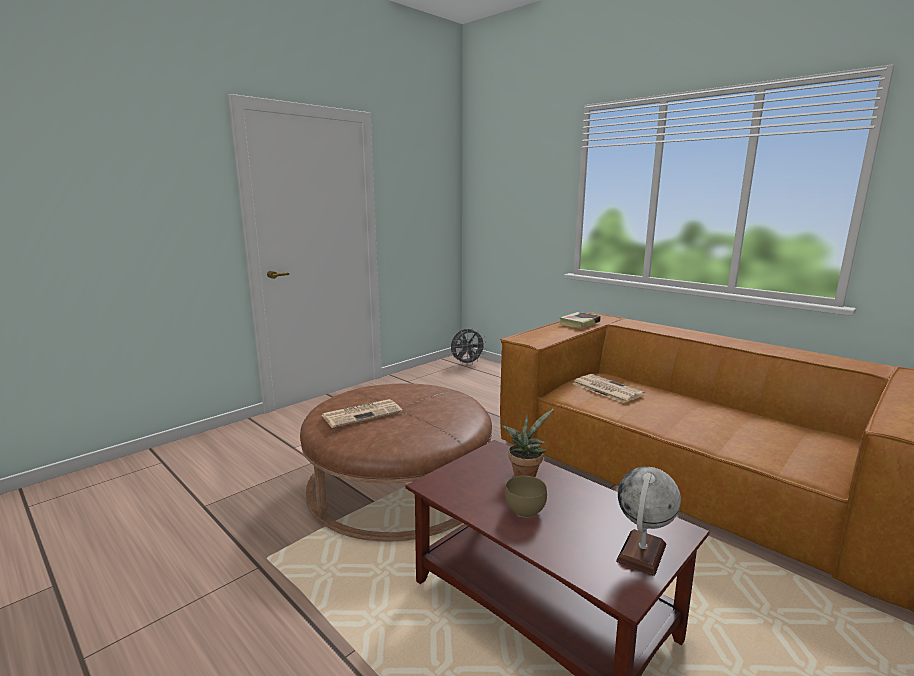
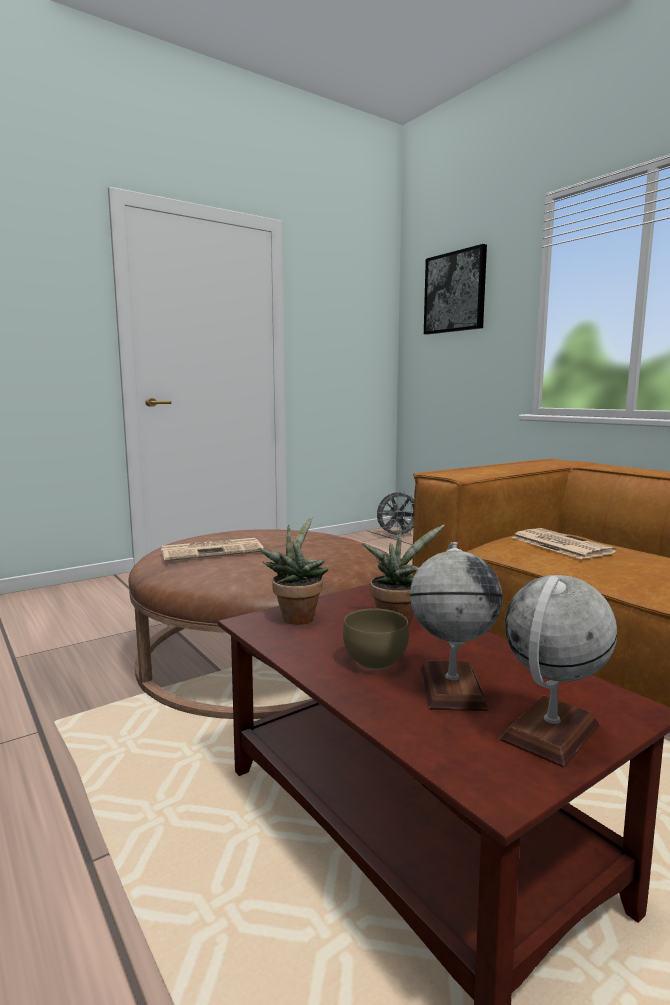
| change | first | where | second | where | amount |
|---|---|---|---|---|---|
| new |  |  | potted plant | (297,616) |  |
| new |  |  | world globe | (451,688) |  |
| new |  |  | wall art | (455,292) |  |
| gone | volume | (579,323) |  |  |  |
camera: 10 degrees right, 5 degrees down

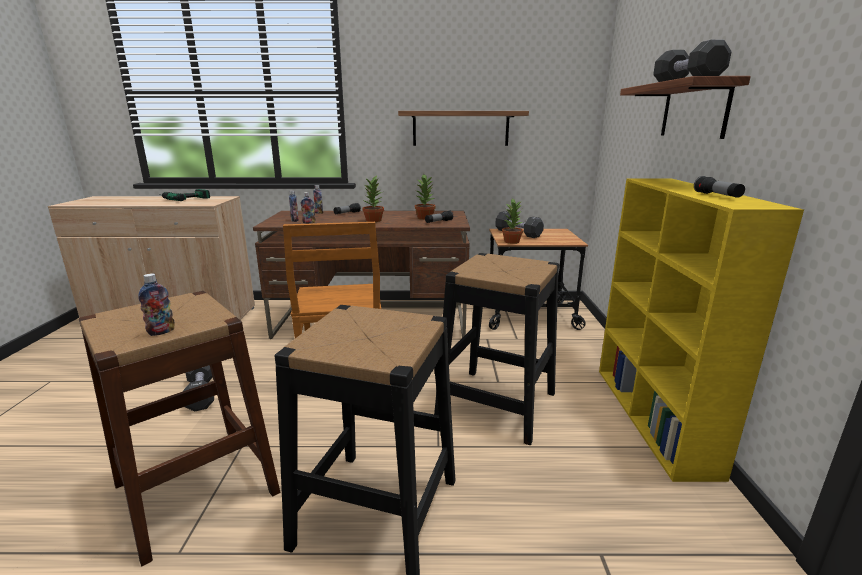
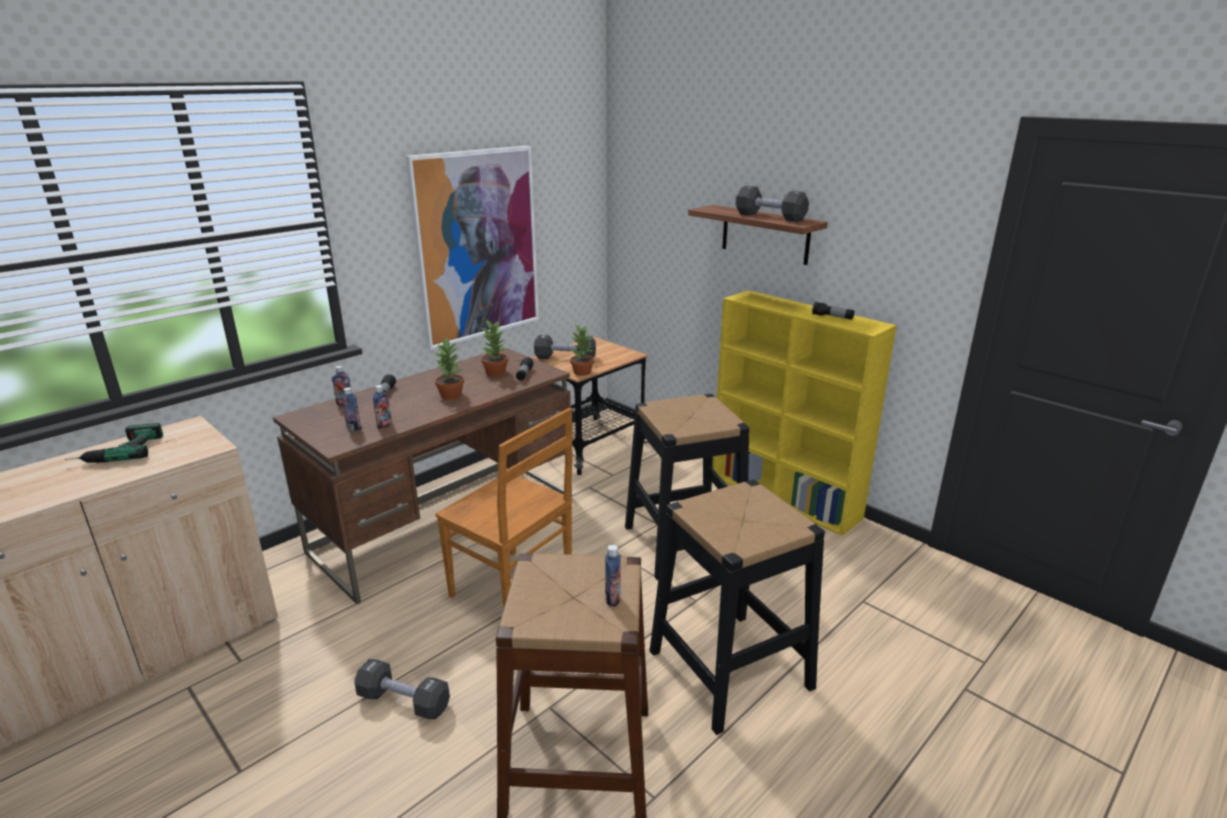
| change | first | where | second | where | amount |
|---|---|---|---|---|---|
| swapped | wall shelf | (460,128) | wall art | (477,246) |  |
camera: 45 degrees left, 5 degrees up

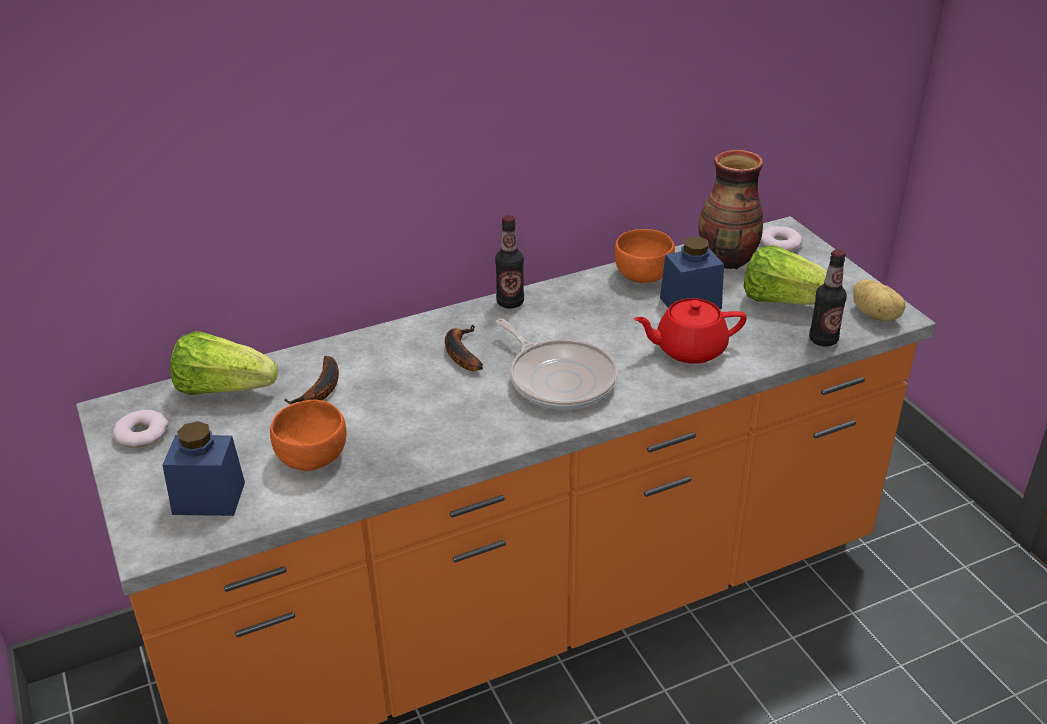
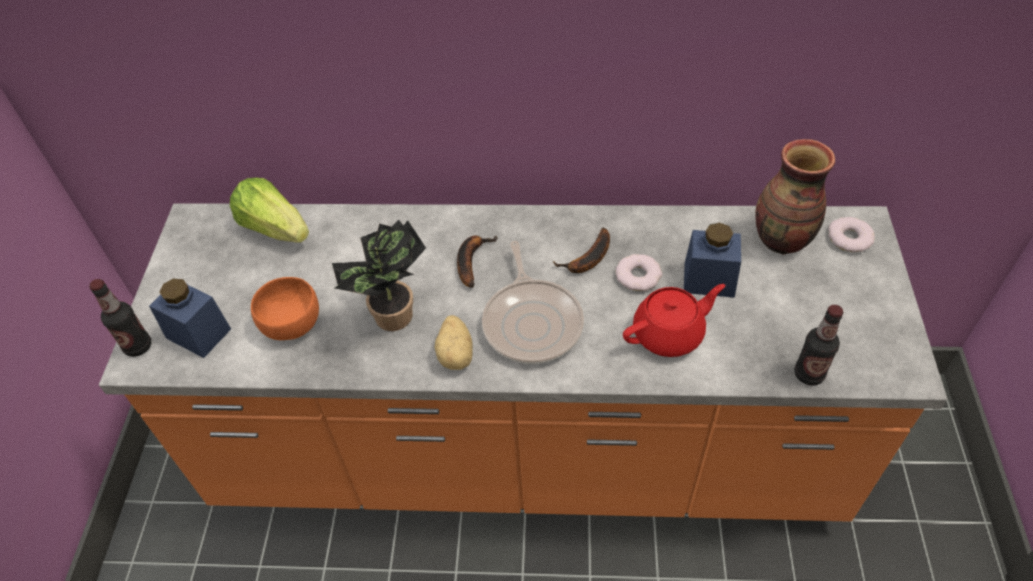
| change | first | where | second | where | amount |
|---|---|---|---|---|---|
| shifted | beverage bottle | (510,302) |  | (138,346) |  |
| new |  |  | potted plant | (393,321) |  |
| shifted | spud | (876,315) |  | (457,354) |  |
| shifted | banana fruit | (321,390) |  | (588,259) |  |
| shifted | ring doughnut | (142,433) |  | (638,276) |  |
| rotated | reddish pot for tea | (689,349) |  | (669,334) | 135 degrees clockwise |
| gone | orangey serving bowl | (643,275) |  |  |  |
| gone | lettuce head | (784,301) |  |  |  |
camera: 30 degrees right, 15 degrees up

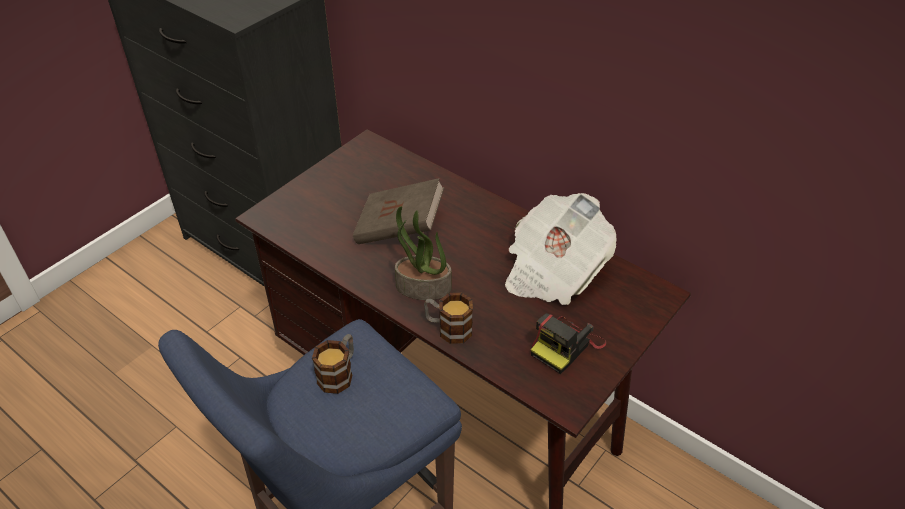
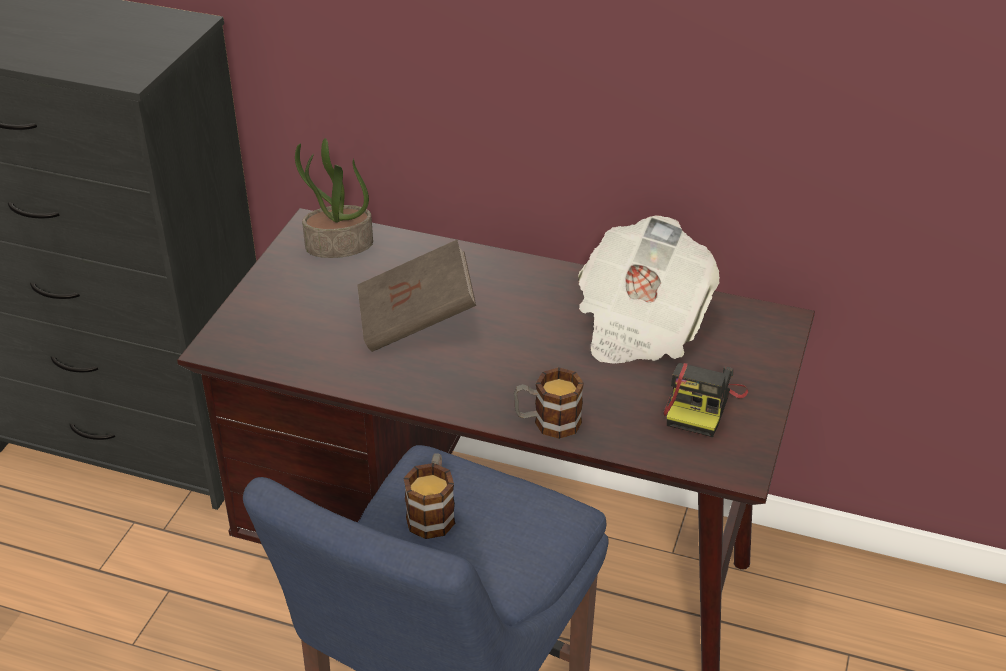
| change | first | where | second | where | amount |
|---|---|---|---|---|---|
| shifted | potted plant | (422,288) |  | (338,246) |  |
camera: 20 degrees left, 5 degrees down

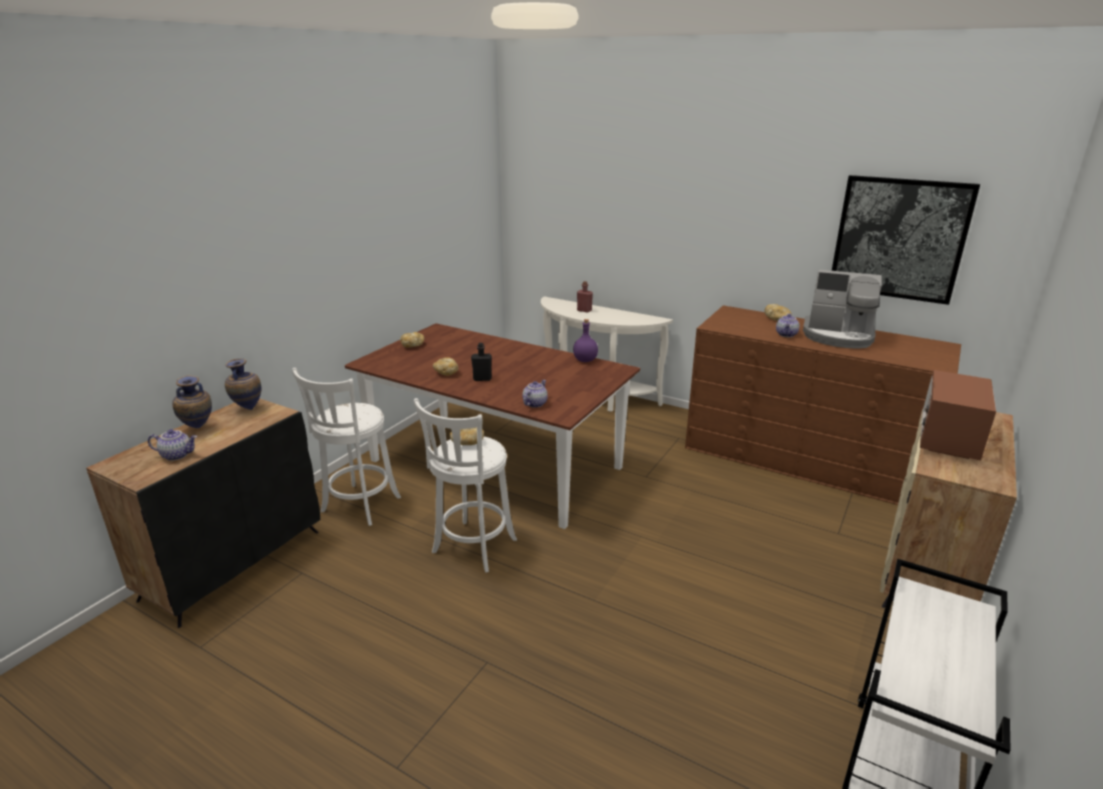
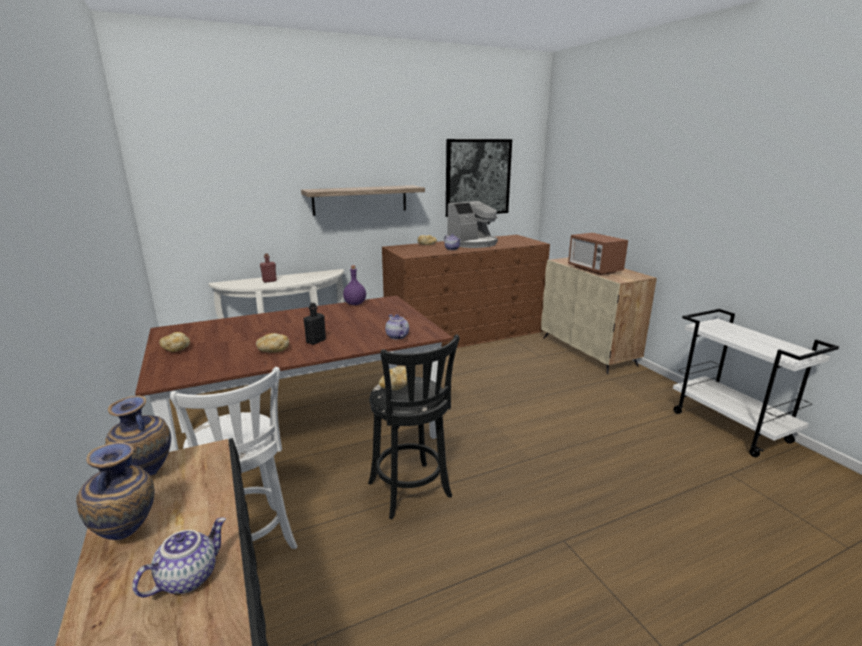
| change | first | where | second | where | amount |
|---|---|---|---|---|---|
| new |  |  | wall shelf | (360,200) |  |
| repainted | white-coloured sitting stool | (472,548) | blackish sitting stool | (411,492) |  |
camera: 55 degrees left, 5 degrees down

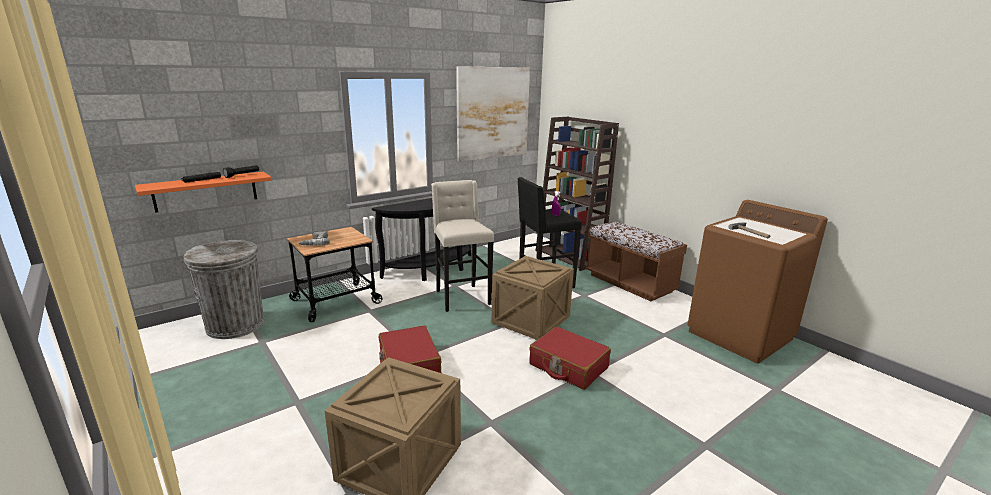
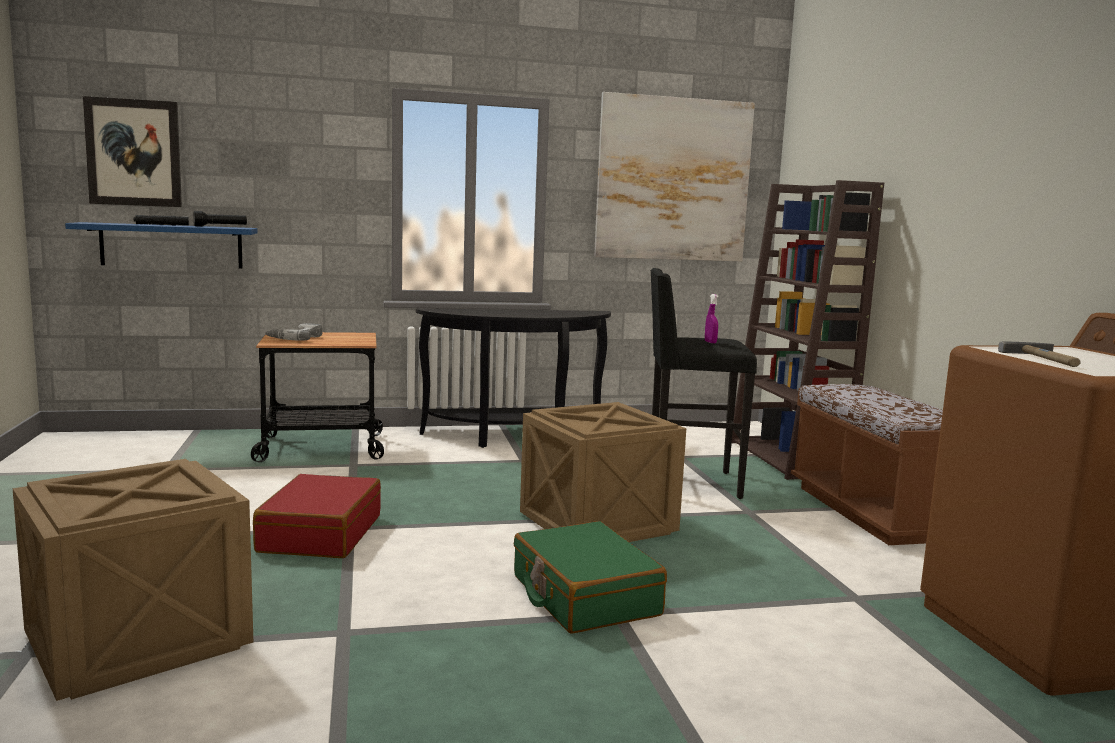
| change | first | where | second | where | amount |
|---|---|---|---|---|---|
| repainted | orangey wall shelf | (206,191) | blue-coloured wall shelf | (172,246) |  |
| new |  |  | wall art | (134,153) |  |
| repainted | reddish travel case | (568,366) | green travel case | (584,596) |  |
| gone | grey trash can | (235,325) |  |  |  |
| gone | sand-coloured sitting stool | (461,297) |  |  |  |
camera: 25 degrees right, 10 degrees down

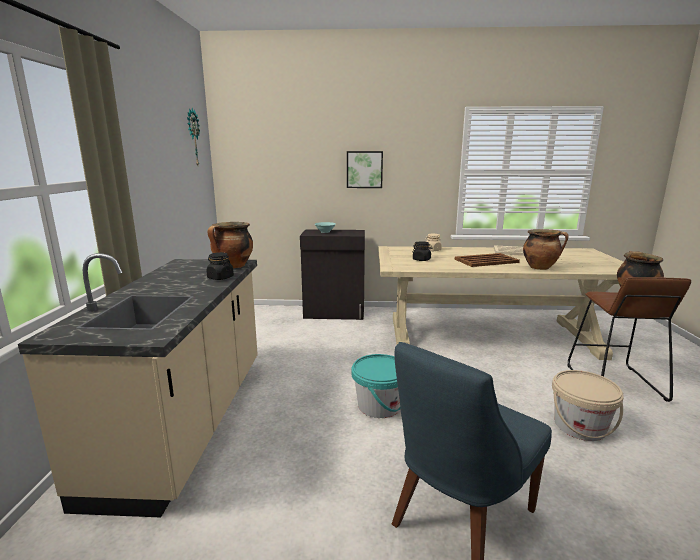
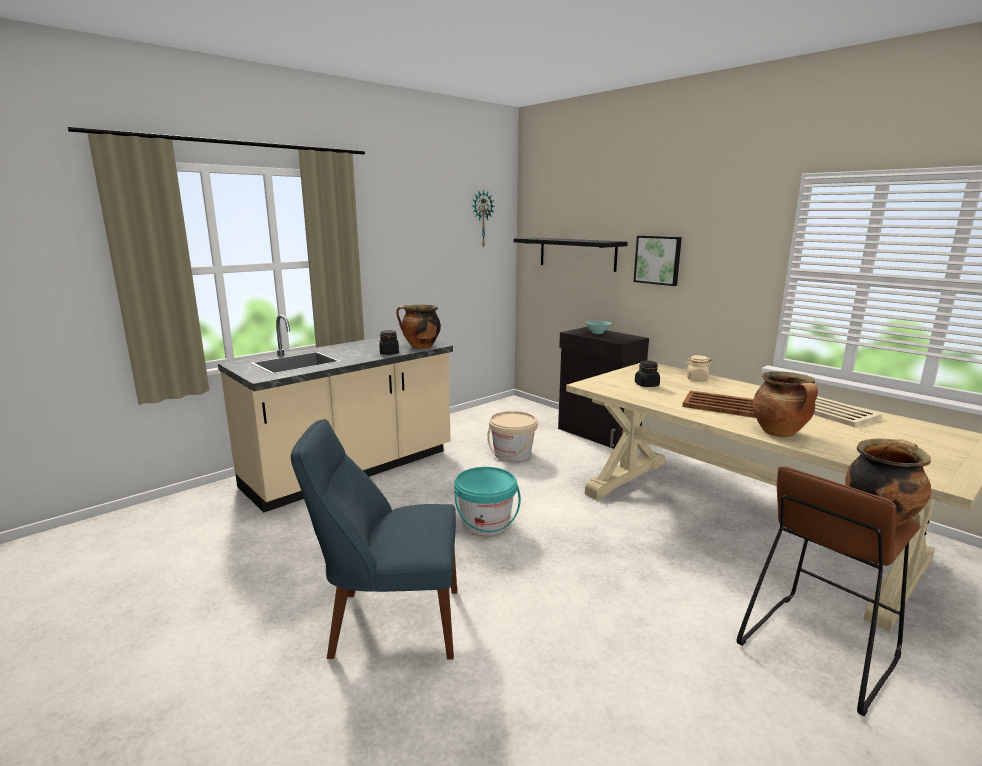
| change | first | where | second | where | amount |
|---|---|---|---|---|---|
| shifted | sand-coloured pail | (579,426) |  | (512,454) |  |
| new |  |  | blackish wall shelf | (577,253) |  |
camera: 45 degrees right, 0 degrees up

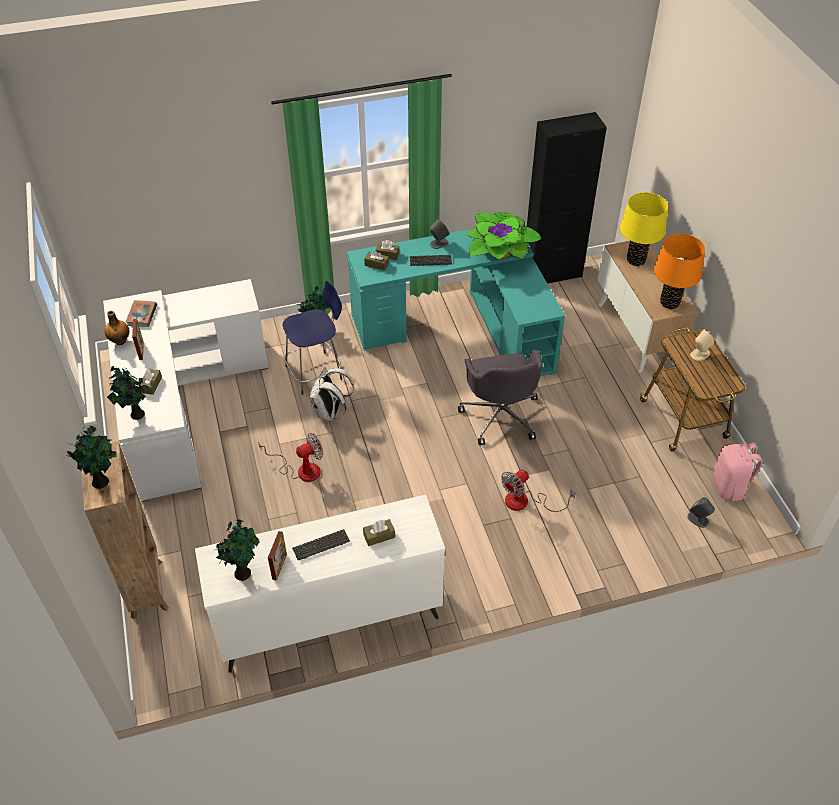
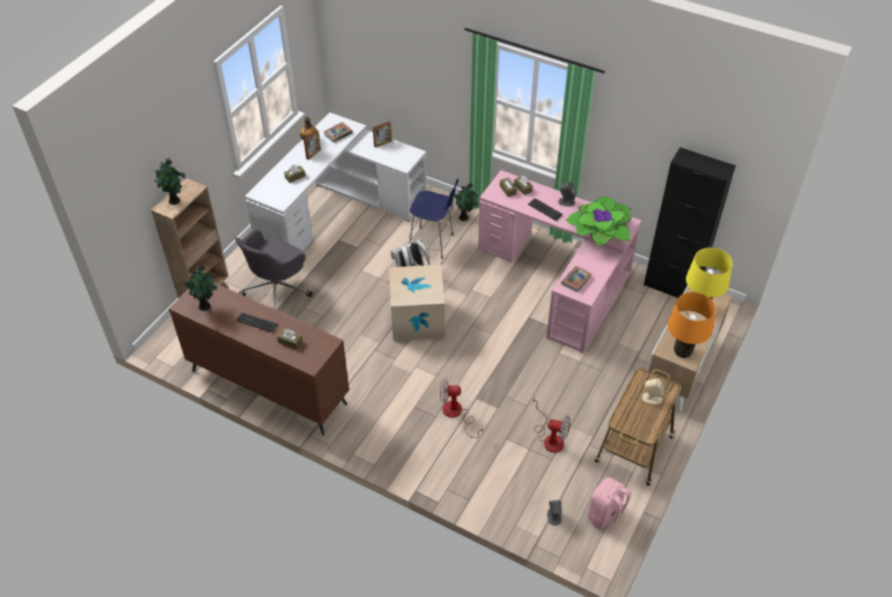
| change | first | where | second | where | amount |
|---|---|---|---|---|---|
| repainted | white-coloured drawer chest | (328,619) | brown drawer chest | (268,386) |  |
| shifted | grey office chair | (500,415) |  | (277,289) |  |
| shifted | picture frame | (279,566) |  | (382,143) |  |
| new |  |  | carton | (417,319) |  |
| repainted | blue-green desk unit | (463,326) | pink desk unit | (561,278) |  |
| shifted | fan | (301,470) |  | (550,437) |  |
| new |  |  | volume | (576,280) |  |
| gone | potted plant | (136,414) |  |  |  |
camera: 45 degrees right, 0 degrees up

